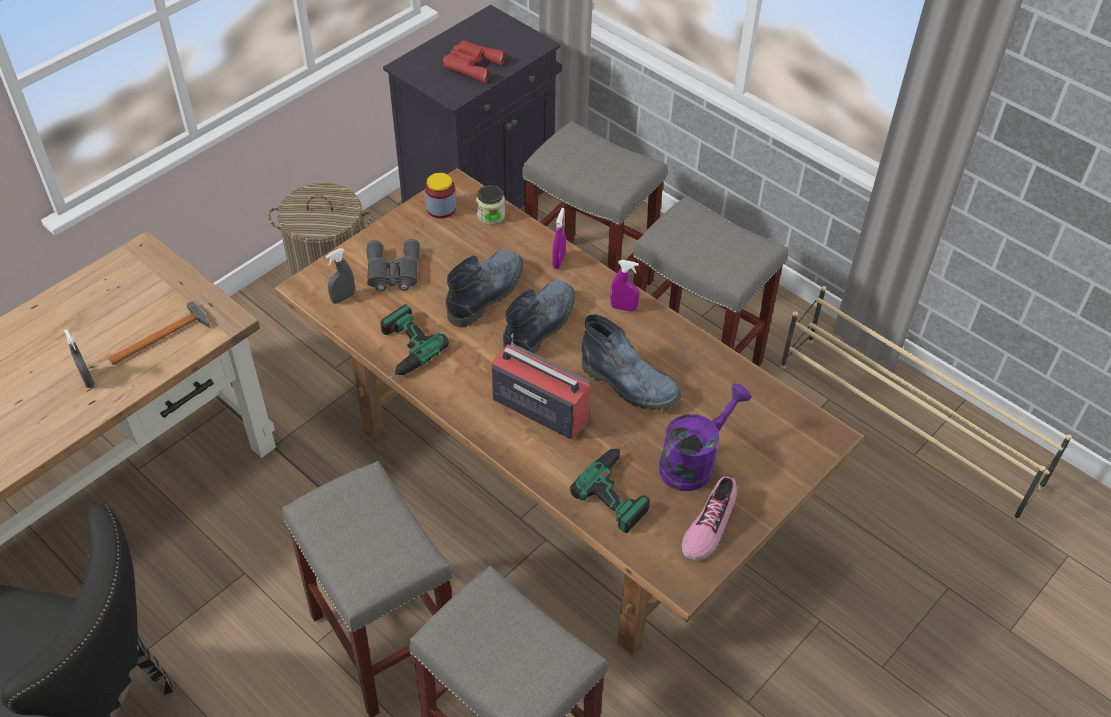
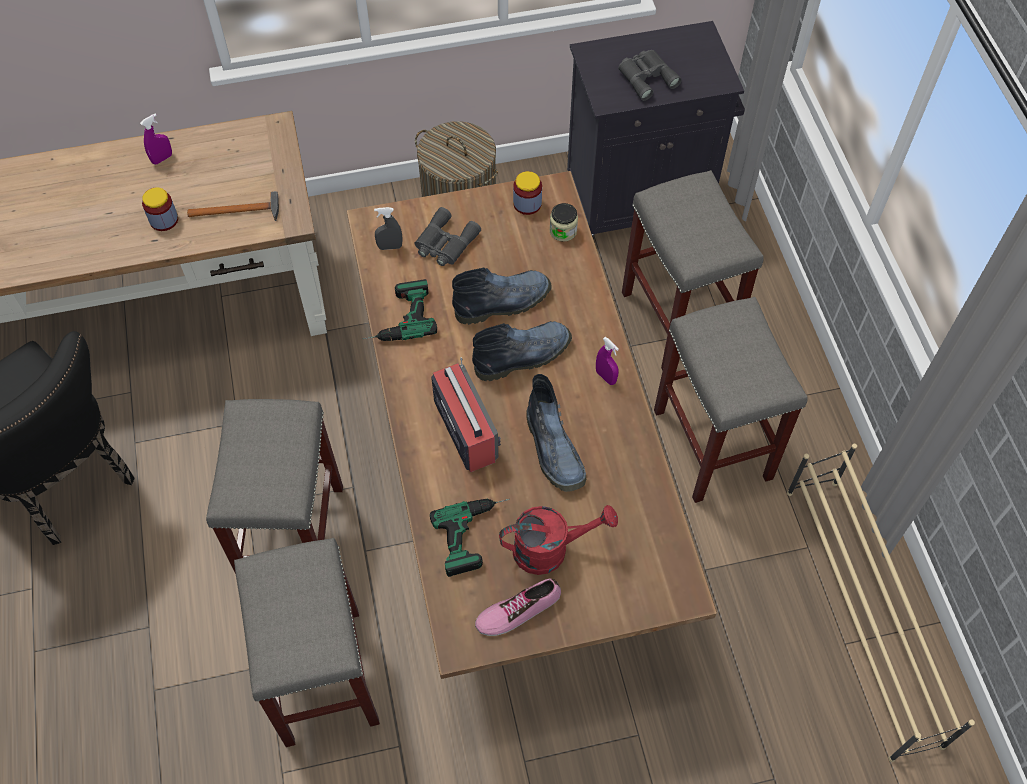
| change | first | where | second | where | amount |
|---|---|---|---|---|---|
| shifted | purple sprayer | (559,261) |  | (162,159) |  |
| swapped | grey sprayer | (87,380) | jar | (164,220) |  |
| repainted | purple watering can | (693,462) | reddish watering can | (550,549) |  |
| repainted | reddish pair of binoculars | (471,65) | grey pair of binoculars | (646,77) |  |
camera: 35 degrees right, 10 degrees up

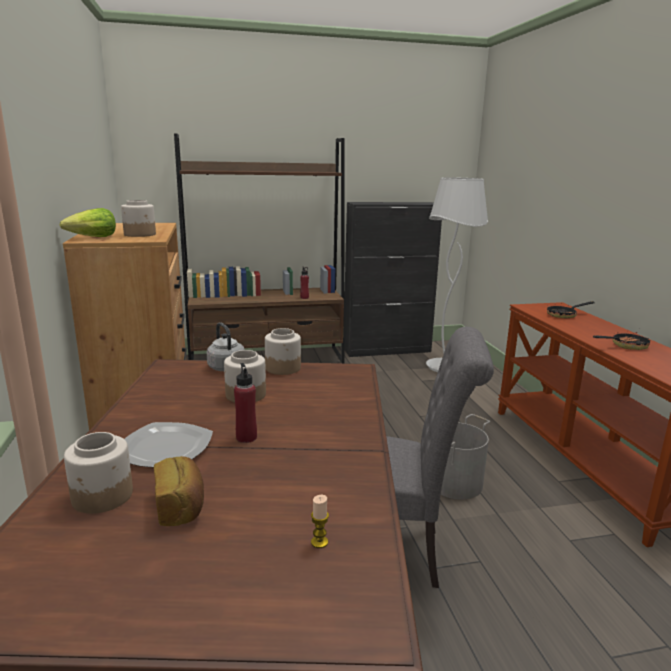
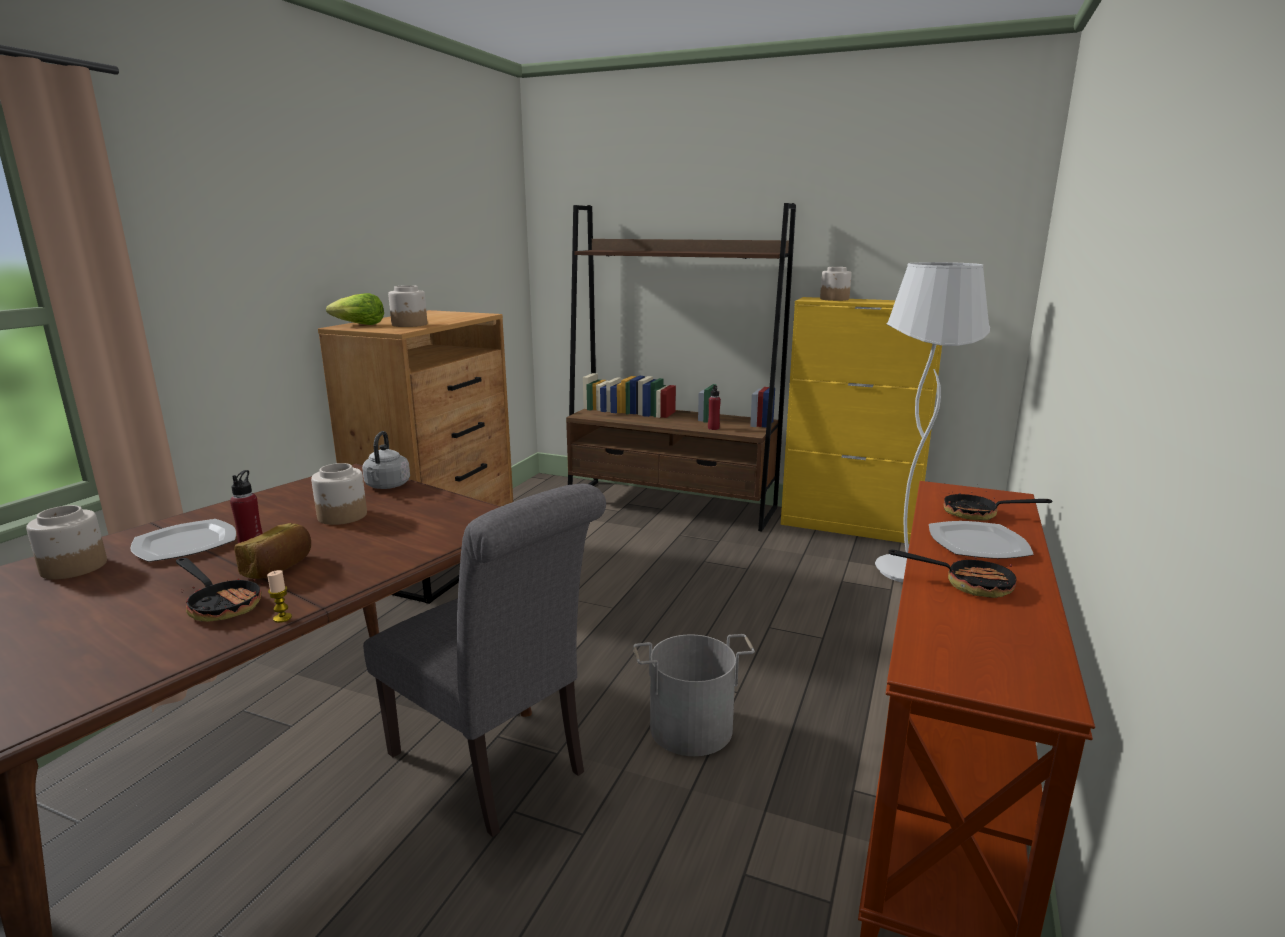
| change | first | where | second | where | amount |
|---|---|---|---|---|---|
| new |  |  | skillet | (221,604) |  |
| shifted | bakery bread | (181,506) |  | (279,567) |  |
| shifted | wax light | (319,542) |  | (282,618) |  |
| repainted | blackish cabinet | (387,350) | yellowish cabinet | (849,527) |  |
| shifted | jar | (283,368) |  | (834,299) |  |
| new |  |  | plate | (977,544) |  |
camera: 35 degrees right, 0 degrees up

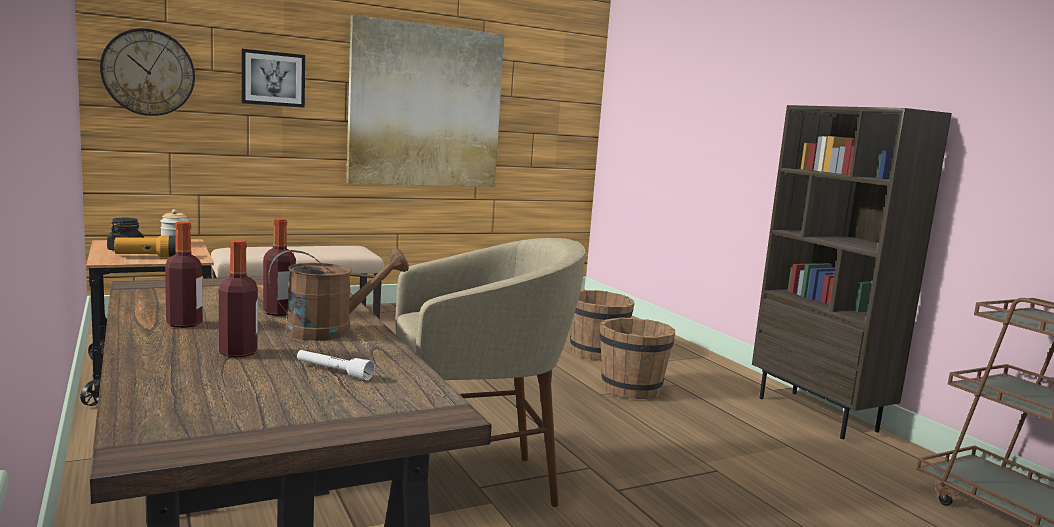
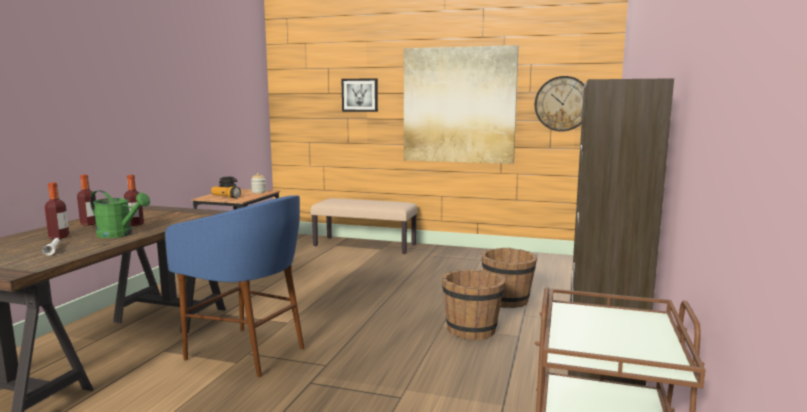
| change | first | where | second | where | amount |
|---|---|---|---|---|---|
| repainted | brown watering can | (331,331) | green watering can | (120,234) |  |
| repainted | sand-coloured sitting stool | (476,486) | blue-coloured sitting stool | (247,352) |  |
| shifted | wall clock | (148,72) |  | (562,103) |  |
camera: 45 degrees right, 0 degrees up

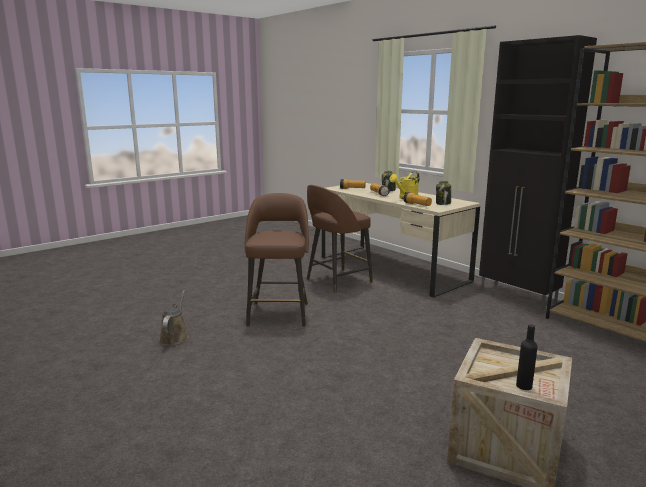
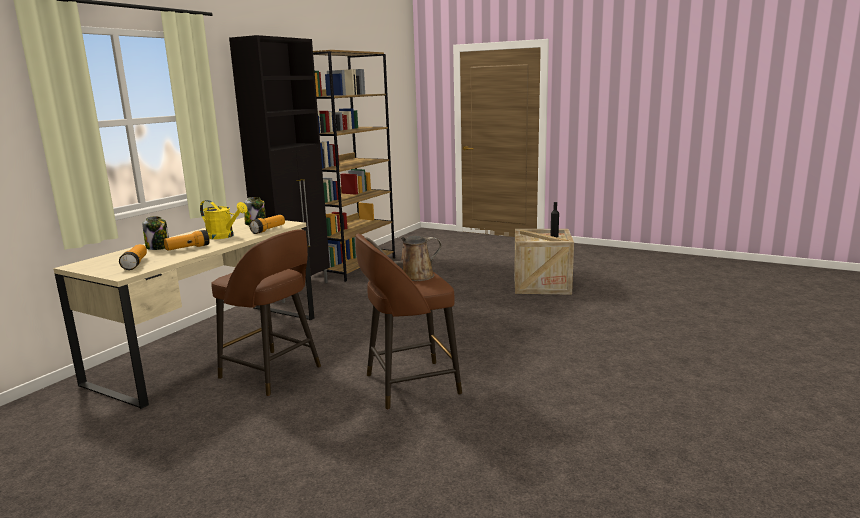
| change | first | where | second | where | amount |
|---|---|---|---|---|---|
| shifted | brown watering can | (175,337) |  | (412,277) |  |
camera: 110 degrees left, 0 degrees up

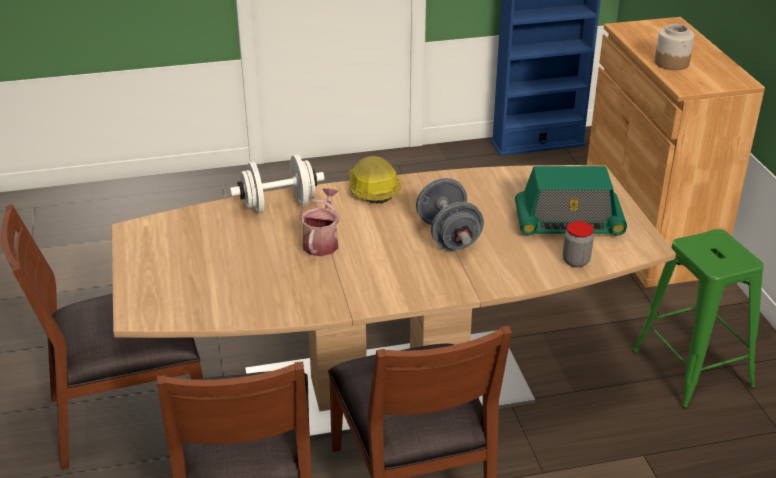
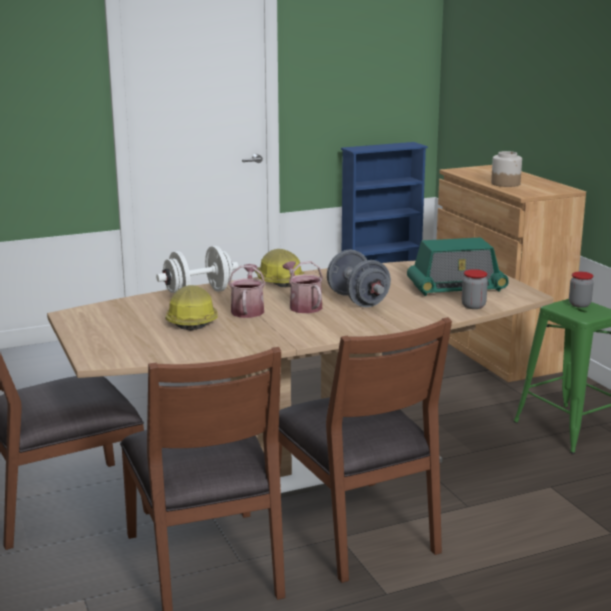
| change | first | where | second | where | amount |
|---|---|---|---|---|---|
| new |  |  | safety helmet | (191,320) |  |
| new |  |  | watering can | (303,306) |  |
| new |  |  | jar | (579,304) |  |
camera: 10 degrees left, 15 degrees down

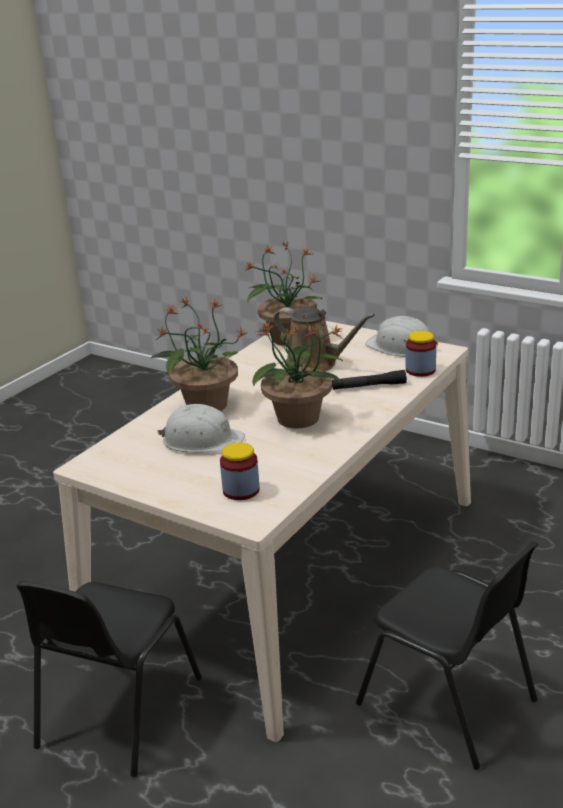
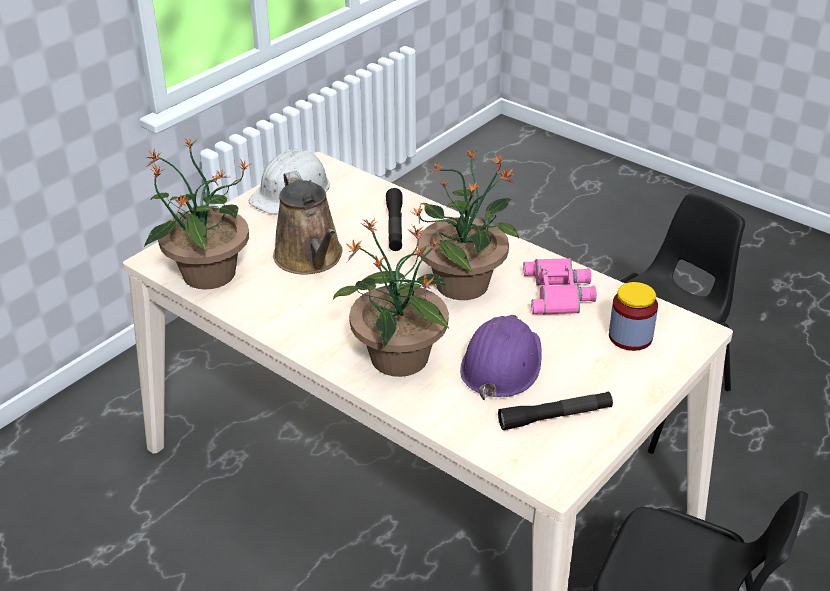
| change | first | where | second | where | amount |
|---|---|---|---|---|---|
| rotated | brown watering can | (315,364) |  | (310,258) | 120 degrees clockwise |
| repainted | white-coloured safety helmet | (202,440) | purple safety helmet | (501,364) |  |
| new |  |  | blackish flashlight | (555,417) |  |
| new |  |  | pink pair of binoculars | (560,292) |  |
| gone | jar | (420,370) |  |  |  |
camera: 85 degrees left, 10 degrees up

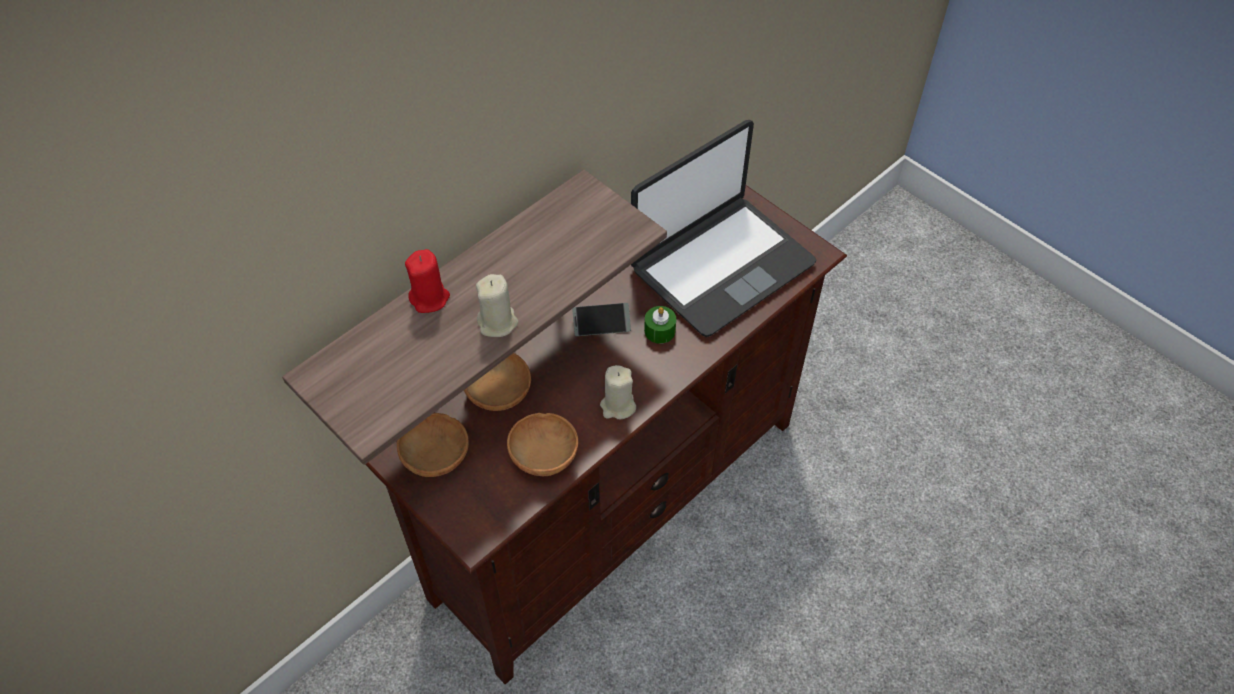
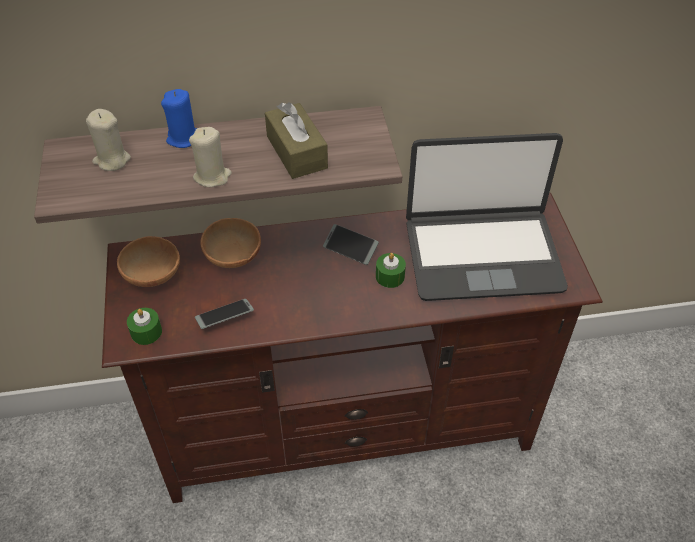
| change | first | where | second | where | amount |
|---|---|---|---|---|---|
| shifted | sand-coloured wax light | (618,406) |  | (112,160) |  |
| new |  |  | green wax light | (146,332) |  |
| repainted | reddish wax light | (430,298) | blue-coloured wax light | (184,138) |  |
| swapped | brown serving bowl | (545,456) | telephone | (225,317) |  |
| new |  |  | brown tissue box | (296,152) |  |
camera: 35 degrees right, 5 degrees down

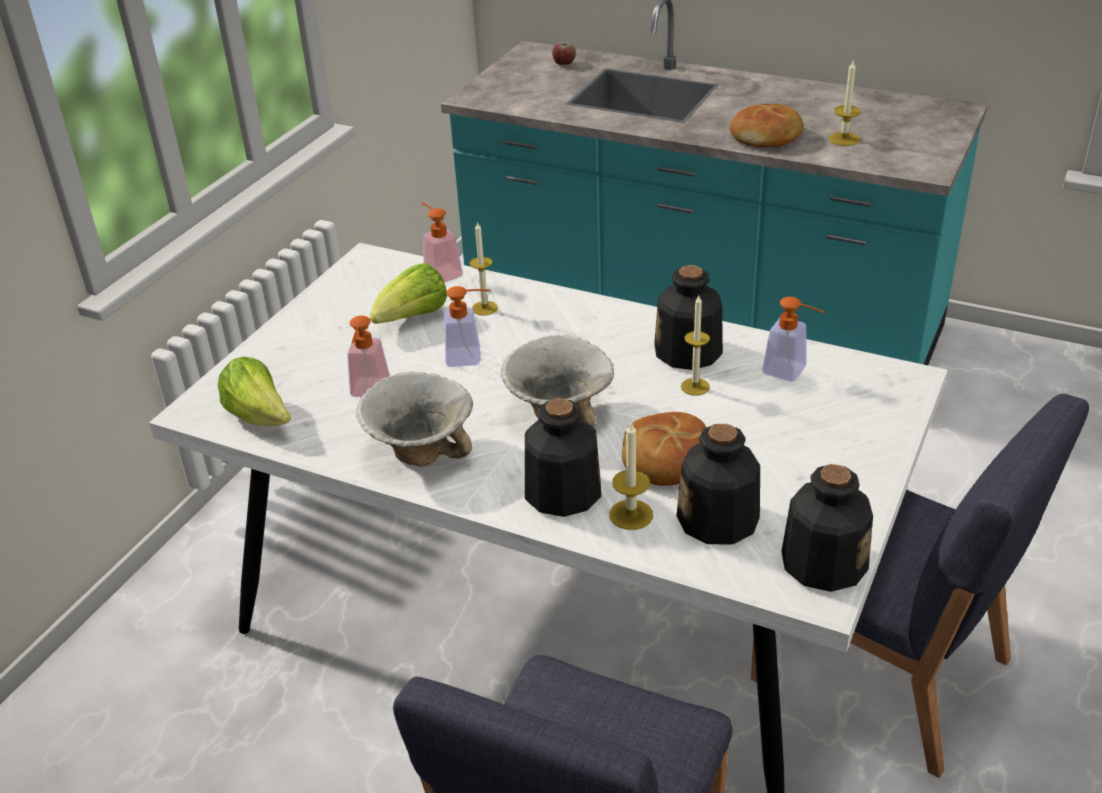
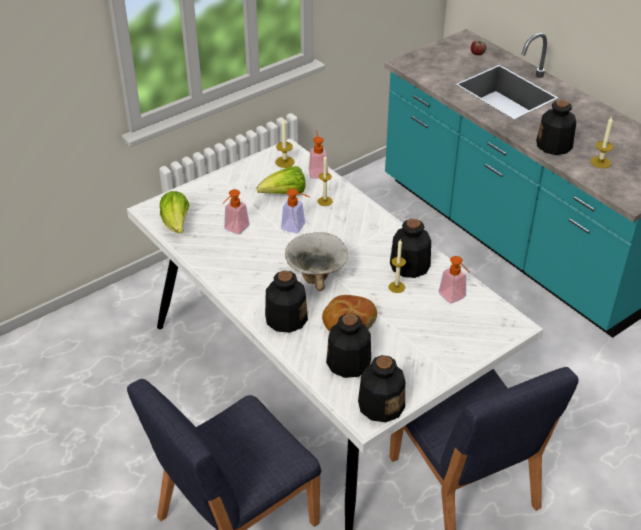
| change | first | where | second | where | amount |
|---|---|---|---|---|---|
| shifted | wax light | (631,514) |  | (284,162) |  |
| swapped | bakery bread | (767,137) | beverage bottle | (554,145) |  |
| gone | serving bowl | (421,451) |  |  |  |
camera: 25 degrees right, 5 degrees up

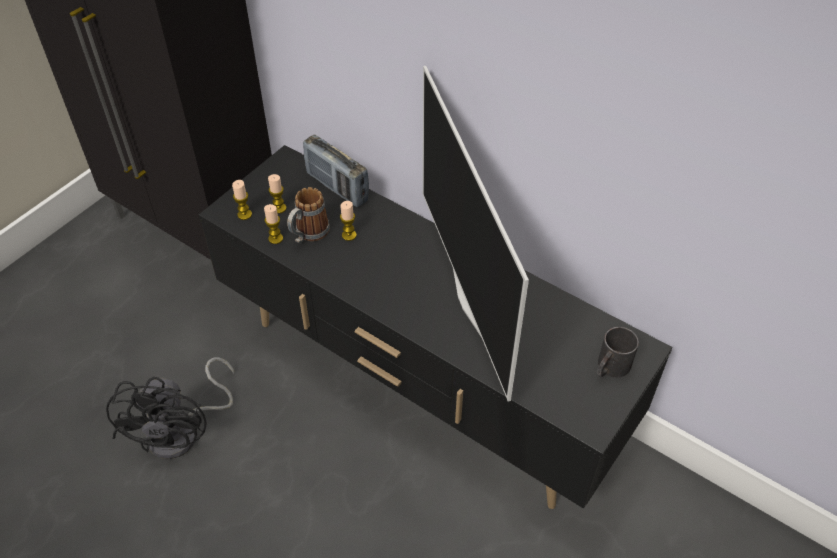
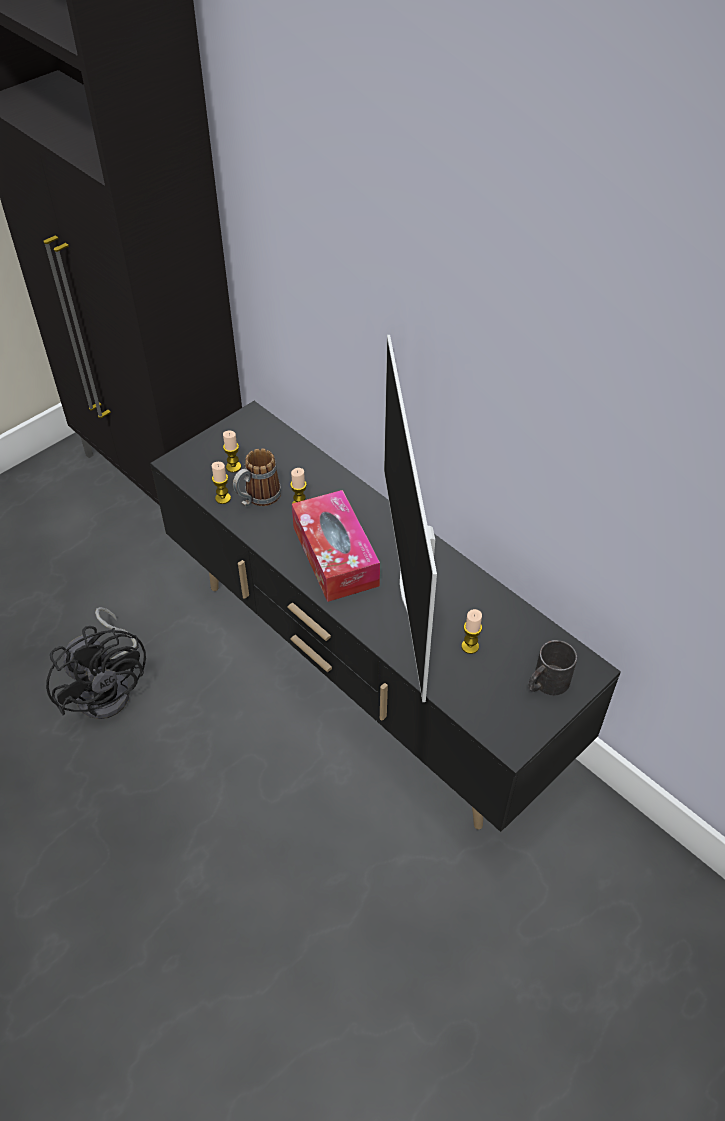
| change | first | where | second | where | amount |
|---|---|---|---|---|---|
| rotated | blackish fan | (184,431) |  | (109,687) | 45 degrees counterclockwise |
| new |  |  | tissue box | (335,556) |  |
| shifted | wax light | (244,214) |  | (470,646) |  |
| gone | radio receiver | (337,187) |  |  |  |
camera: 10 degrees right, 0 degrees up

